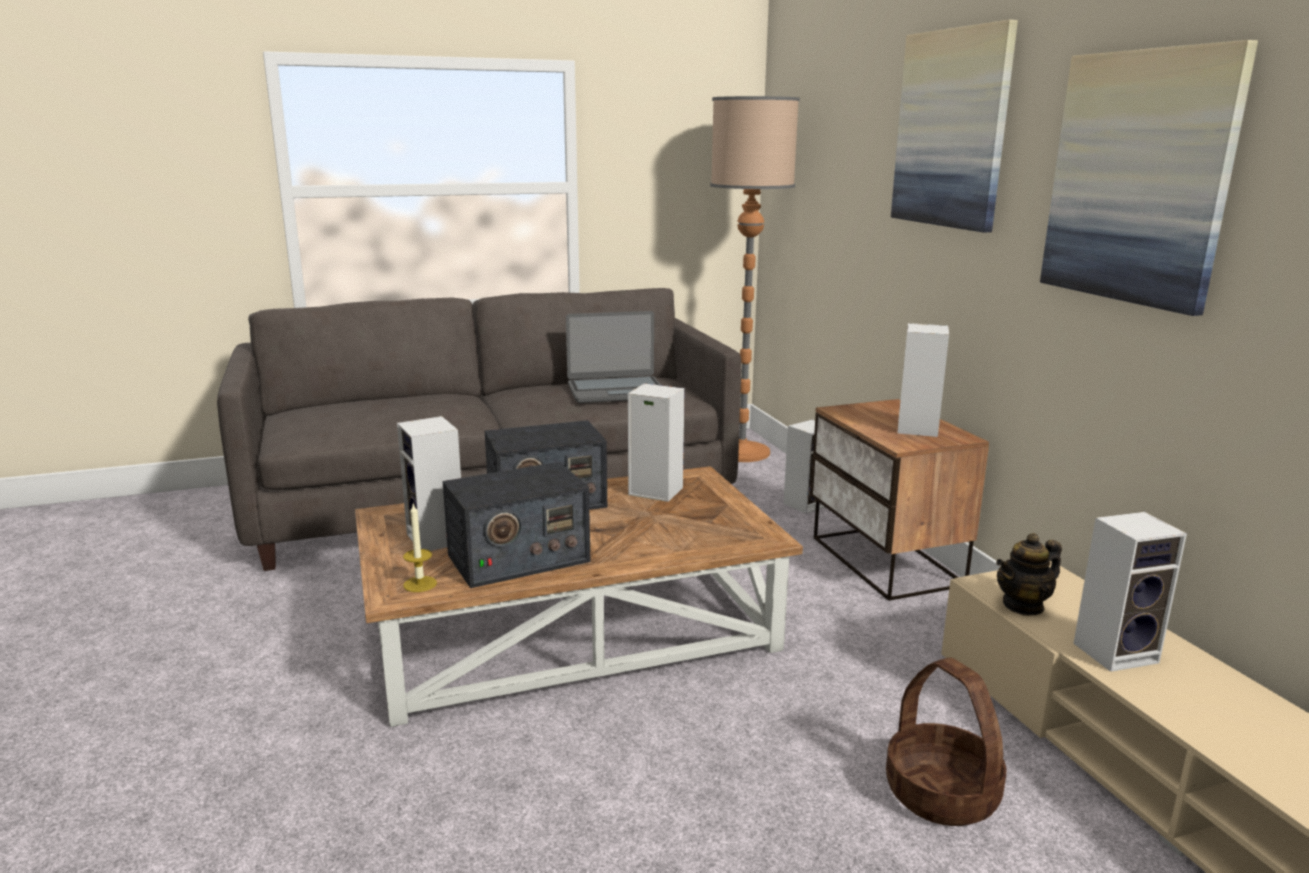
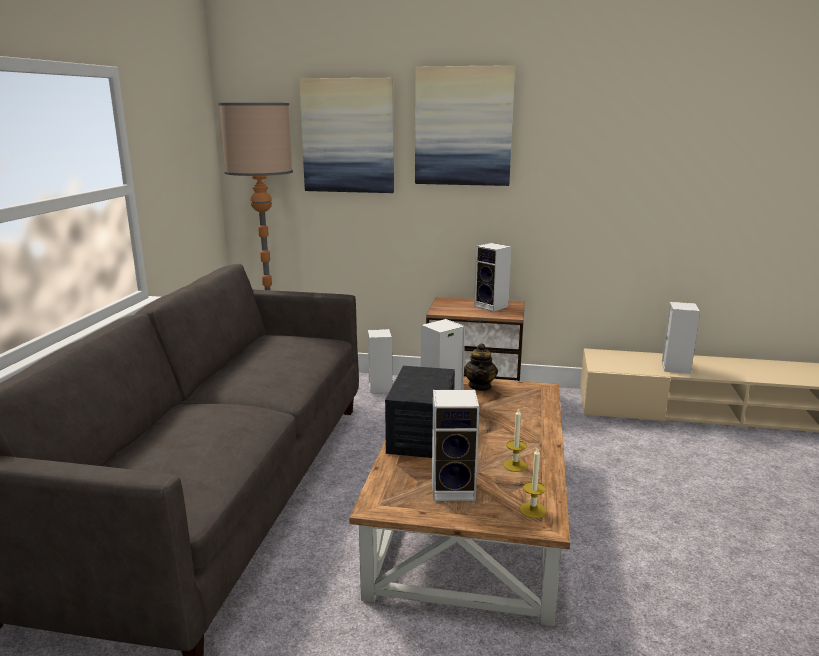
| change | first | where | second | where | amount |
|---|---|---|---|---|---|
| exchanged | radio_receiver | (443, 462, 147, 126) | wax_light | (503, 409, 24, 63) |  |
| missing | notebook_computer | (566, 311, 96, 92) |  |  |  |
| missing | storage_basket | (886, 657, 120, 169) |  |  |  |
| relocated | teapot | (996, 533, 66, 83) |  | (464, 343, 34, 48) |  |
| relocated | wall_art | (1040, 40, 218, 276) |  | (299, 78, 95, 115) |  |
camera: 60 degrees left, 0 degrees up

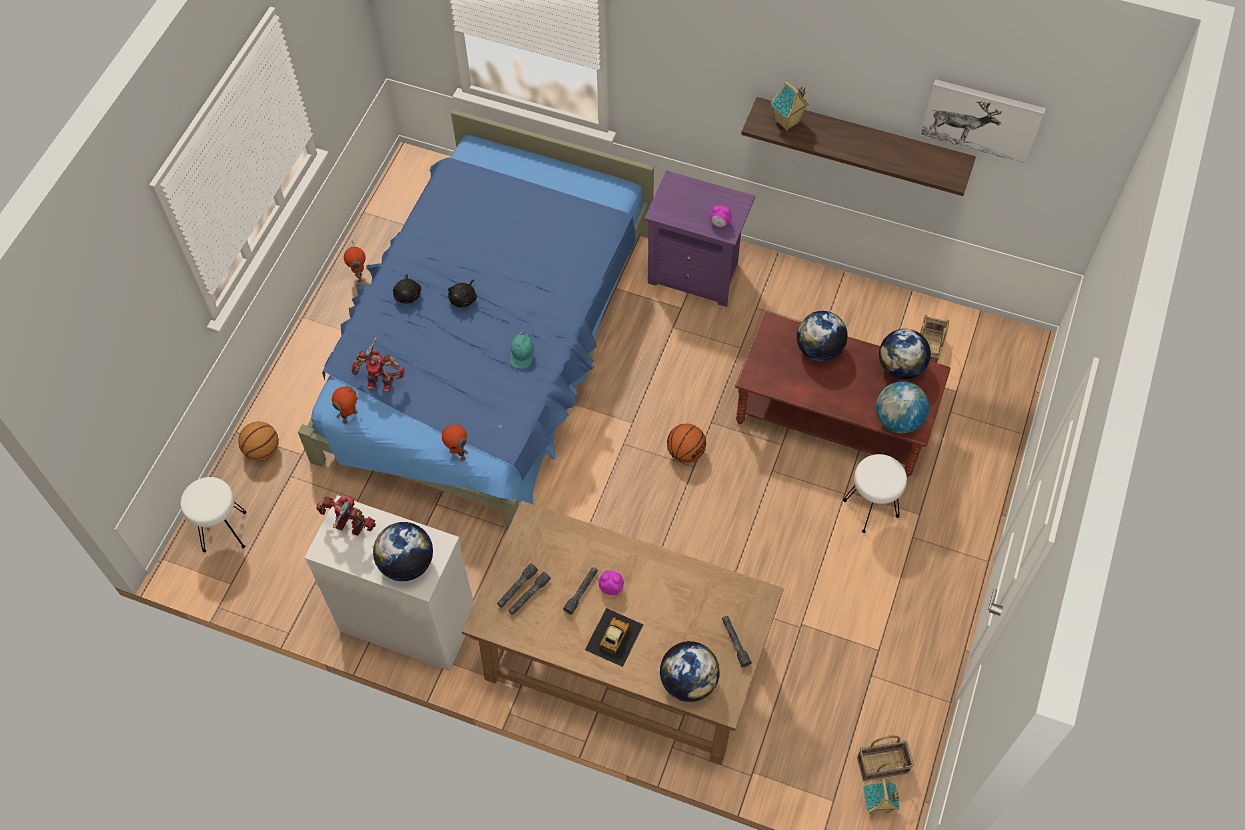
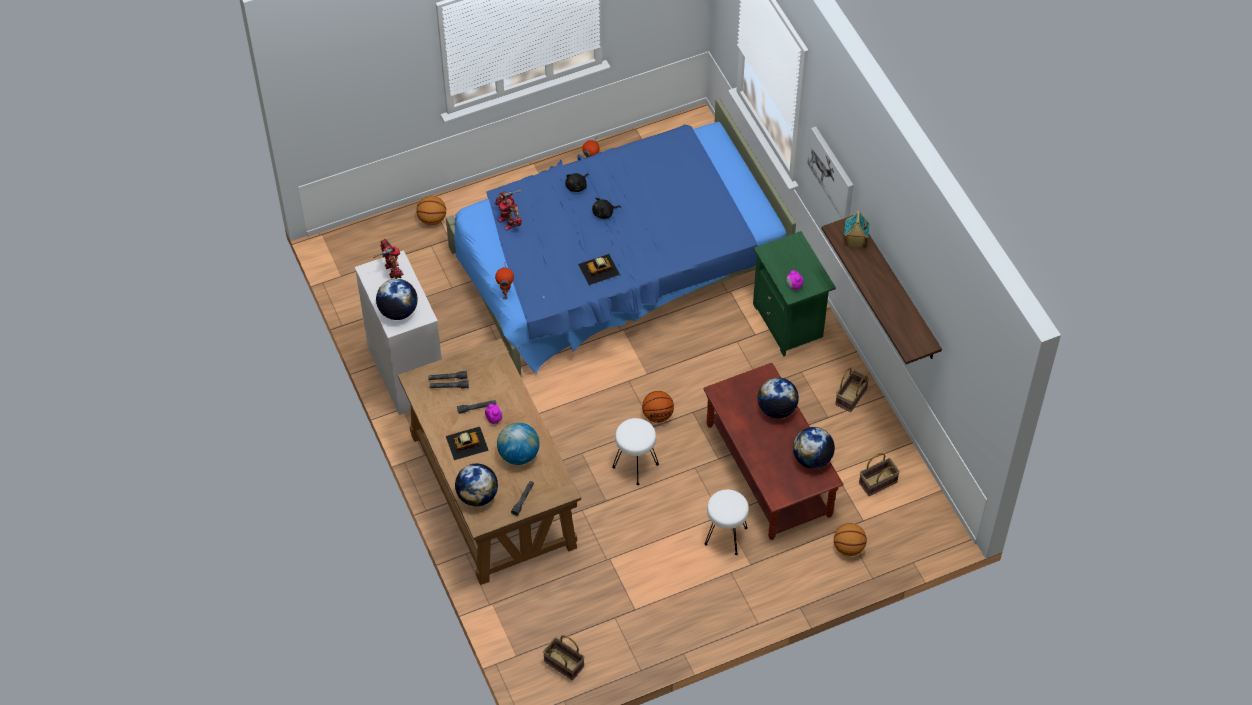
| change | first | where | second | where | amount |
|---|---|---|---|---|---|
| relocated | white-coloured_stool_seat | (180, 477, 67, 75) |  | (612, 418, 47, 67) |  |
| missing | toy_robot | (332, 383, 27, 41) |  |  |  |
| exchanged | turquoise_baseball_cap | (510, 328, 24, 41) | toy_car | (578, 254, 42, 31) |  |
| colour | purple_night_table | (644, 170, 111, 137) | green-coloured_night_table | (753, 231, 83, 125) |  |
| missing | miniature_house | (863, 778, 37, 36) |  |  |  |
| relocated | globe | (876, 381, 53, 52) |  | (497, 422, 43, 43) |  |
| relocated | wall_art | (921, 79, 125, 85) |  | (807, 127, 47, 92) |  |
| appeared |  |  | ball_for_basketball | (834, 523, 33, 33) |  |
| appeared |  |  | storage_basket | (836, 368, 33, 44) |  |
camera: 45 degrees right, 5 degrees down

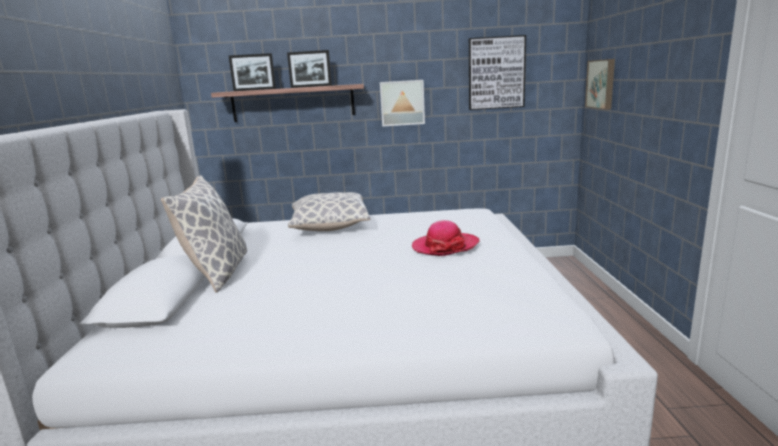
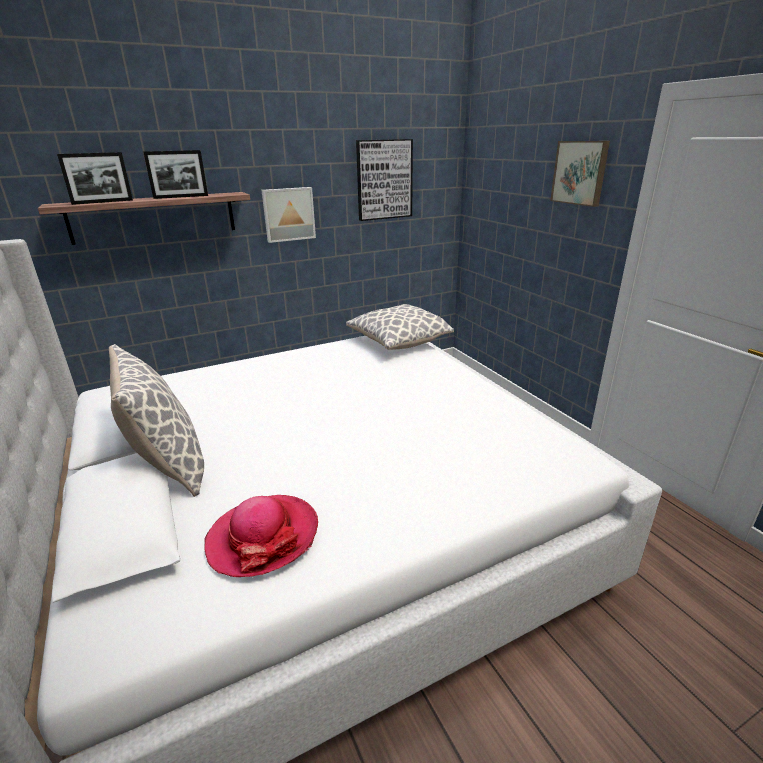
| change | first | where | second | where | amount |
|---|---|---|---|---|---|
| relocated | pillow | (288, 192, 82, 39) |  | (346, 304, 108, 46) |  |
| relocated | wearable_hat | (412, 220, 68, 36) |  | (204, 495, 114, 82) |  |
| relocated | wall_art | (585, 59, 30, 51) |  | (550, 141, 60, 66) |  |
camera: 25 degrees left, 10 degrees up

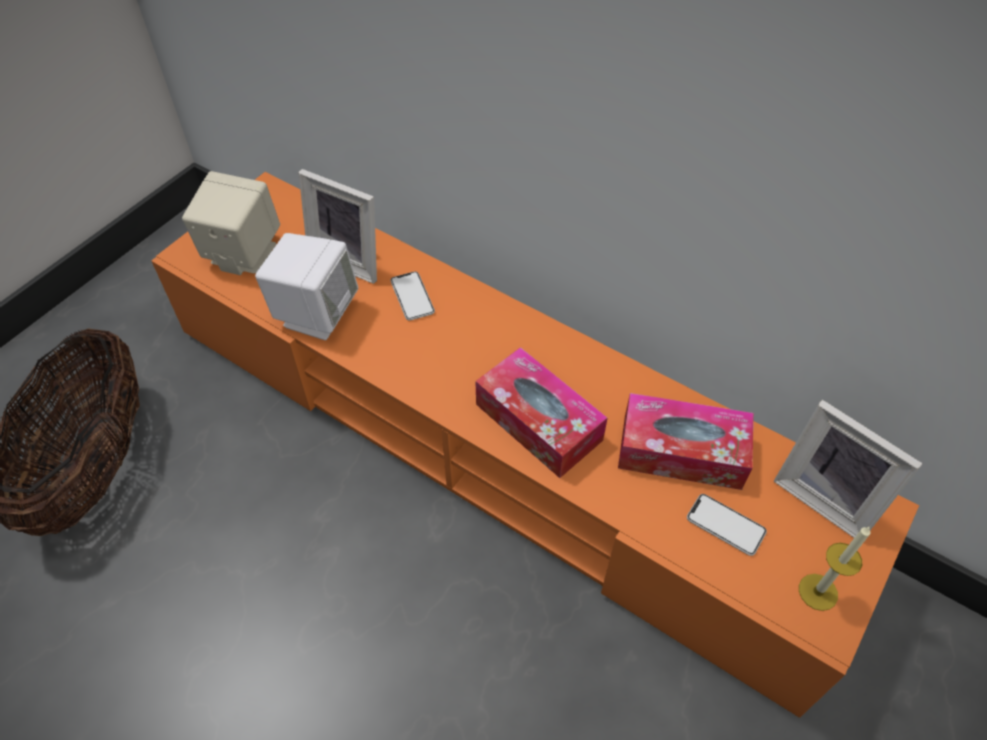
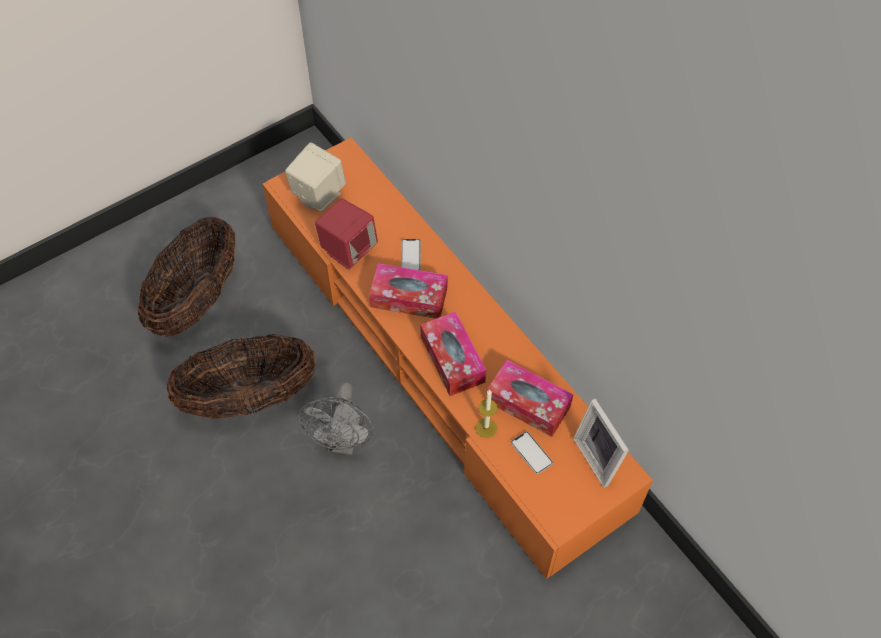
| change | first | where | second | where | amount |
|---|---|---|---|---|---|
| colour | white-coloured_audio_speaker | (255, 233, 103, 107) | red-coloured_audio_speaker | (315, 199, 63, 70) |  |
| missing | photo_frame | (299, 169, 78, 115) |  |  |  |
| relocated | wax_light | (799, 526, 71, 85) |  | (475, 389, 23, 49) |  |
| appeared |  |  | storage_basket | (167, 334, 149, 85) |  |
| appeared |  |  | gray_cooling_fan | (298, 382, 76, 73) |  |
| appeared |  |  | box_of_tissues | (369, 263, 79, 56) |  |
camera: 20 degrees right, 5 degrees up

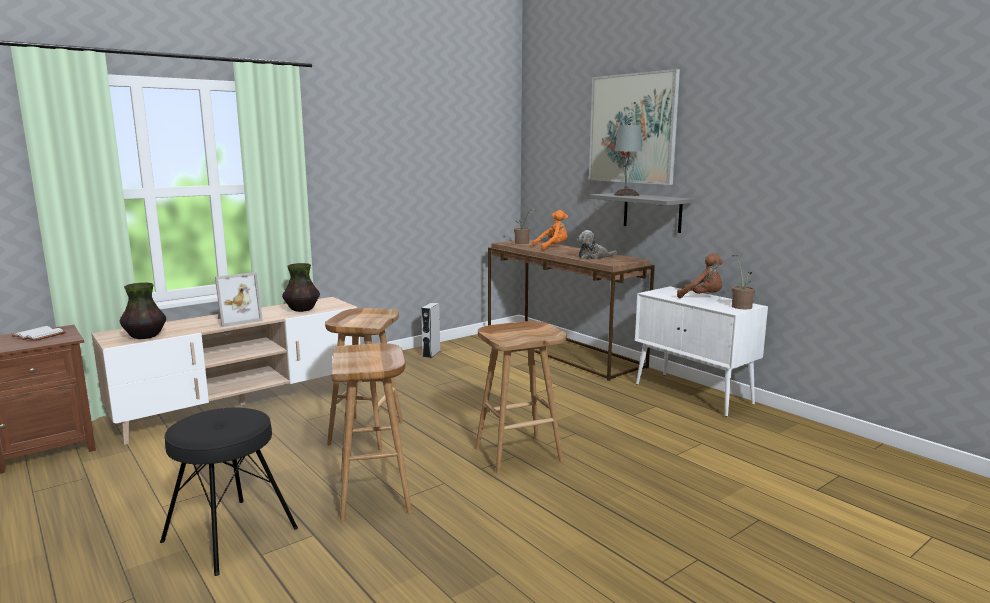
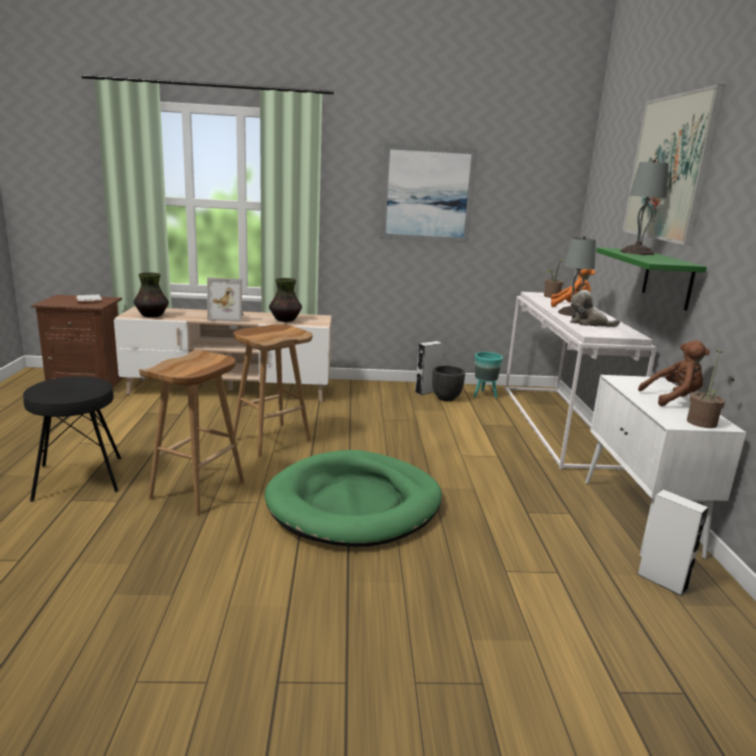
| change | first | where | second | where | amount |
|---|---|---|---|---|---|
| exchanged | brown_stool_seat | (475, 321, 92, 153) | green-coloured_dog_bed | (265, 450, 177, 97) |  |
| colour | brown_hall_table | (488, 239, 167, 142) | white-coloured_hall_table | (505, 292, 152, 178) |  |
| colour | gray_wall_shelf | (590, 193, 104, 40) | green-coloured_wall_shelf | (596, 248, 111, 62) |  |
| spun | brown_plush_toy | (677, 253, 46, 45) |  | (638, 340, 72, 66) | 75 degrees counterclockwise |
| appeared |  |  | wall_art | (380, 143, 98, 100) |  |
| appeared |  |  | blackish_planter | (432, 365, 33, 36) |  |
| appeared |  |  | turquoise_planter | (474, 352, 29, 46) |  |
| appeared |  |  | gray_lamp_for_a_table | (558, 236, 38, 80) |  |
| appeared |  |  | white-coloured_audio_speaker | (637, 490, 71, 106) |  |
camera: 35 degrees right, 5 degrees up

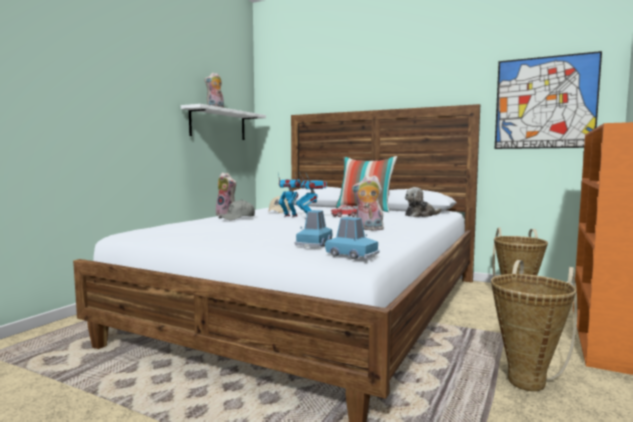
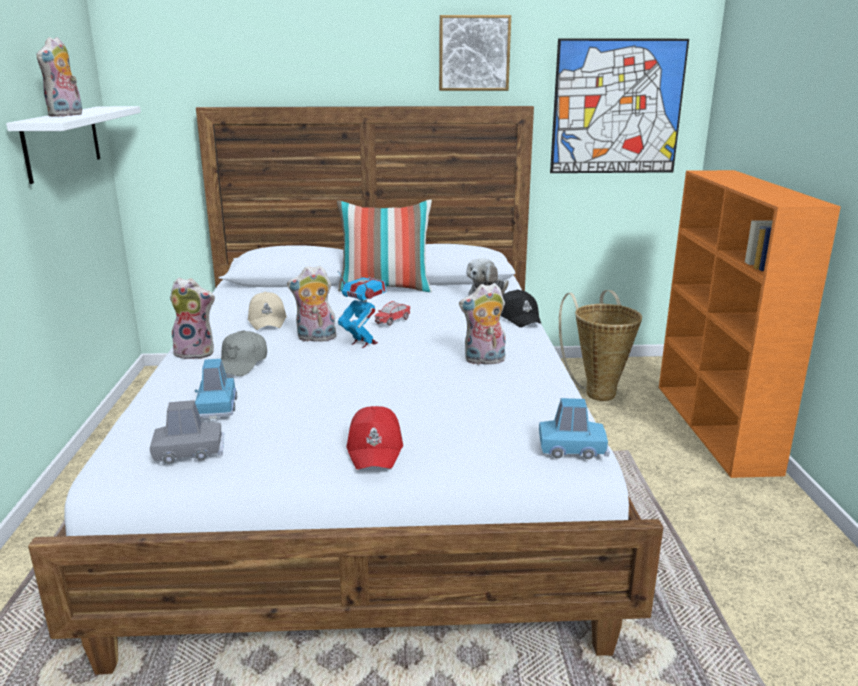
| change | first | where | second | where | amount |
|---|---|---|---|---|---|
| exchanged | toy_robot | (278, 174, 23, 43) | plush_toy | (287, 265, 49, 77) |  |
| relocated | bluish_toy_car | (295, 210, 37, 37) |  | (195, 359, 42, 61) |  |
| missing | storage_basket | (491, 260, 86, 131) |  |  |  |
| appeared |  |  | gray_toy_car | (150, 400, 74, 64) |  |
| appeared |  |  | red-coloured_baseball_cap | (346, 406, 57, 64) |  |
| appeared |  |  | wall_art | (439, 15, 72, 76) |  |
| appeared |  |  | blackish_baseball_cap | (500, 289, 42, 38) |  |
camera: 30 degrees left, 15 degrees up

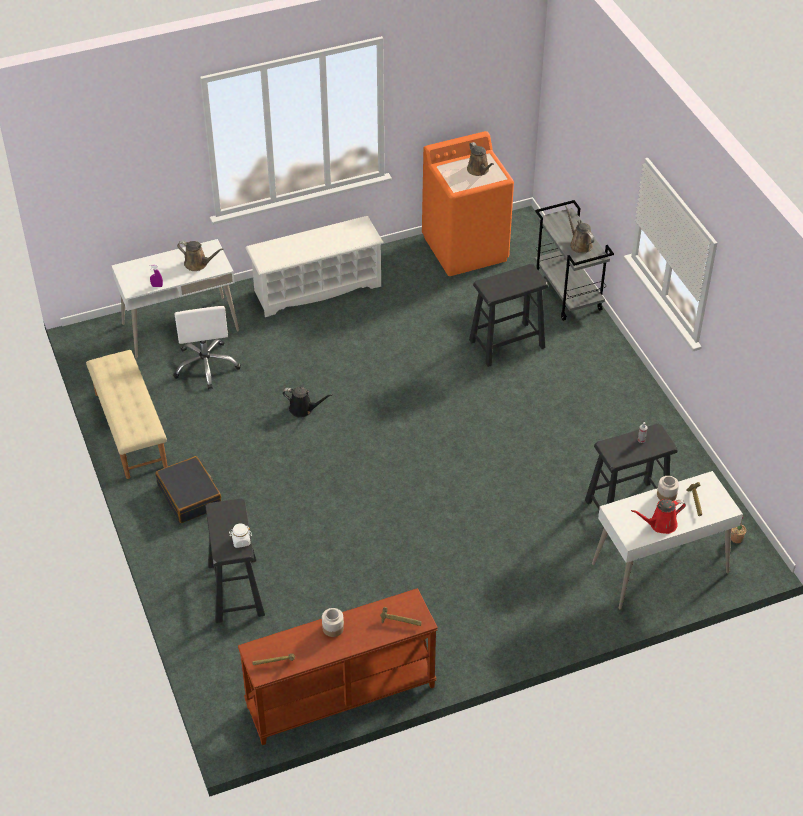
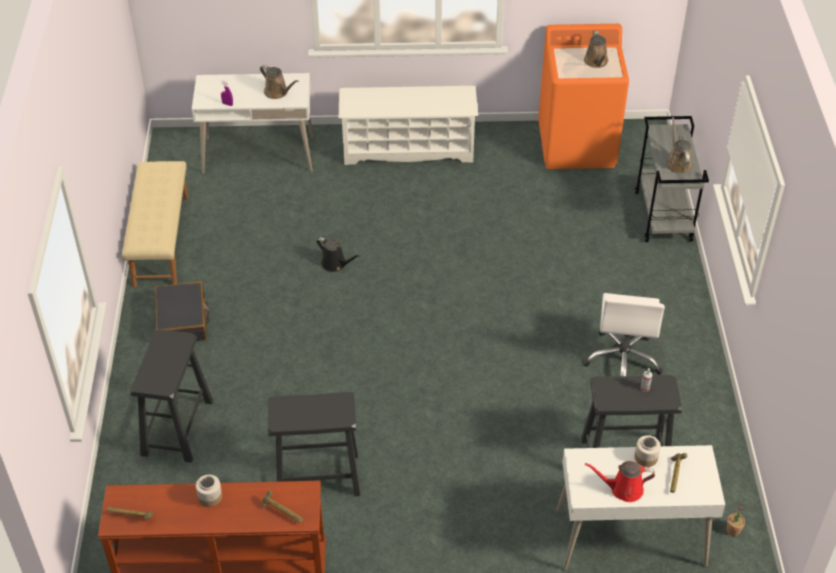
| change | first | where | second | where | amount |
|---|---|---|---|---|---|
| relocated | white-coloured_office_chair | (173, 306, 68, 83) |  | (583, 293, 82, 83) |  |
| missing | white-coloured_preserve_jar | (229, 524, 23, 24) |  |  |  |
| relocated | blackish_stool_seat | (469, 264, 80, 103) |  | (268, 392, 92, 104) |  |
camera: 20 degrees right, 0 degrees up

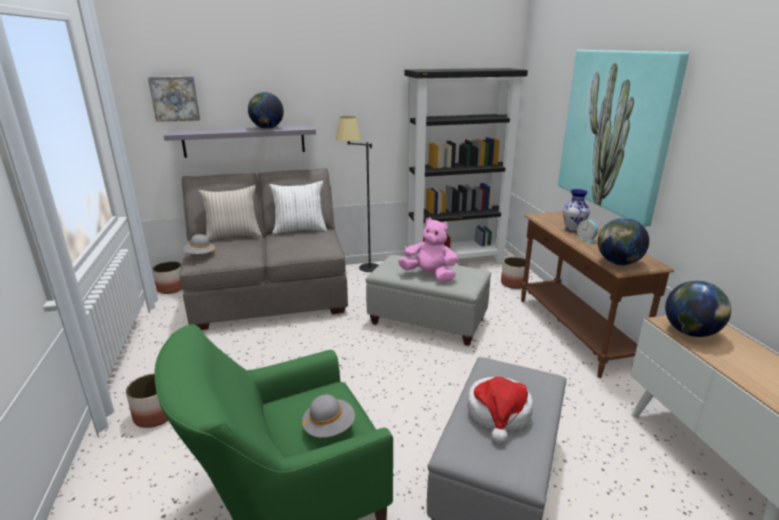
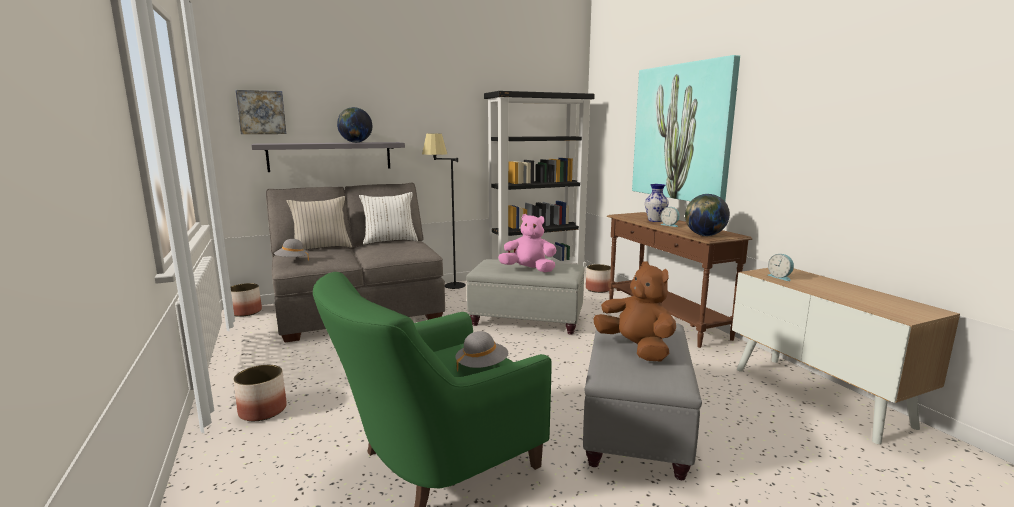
| change | first | where | second | where | amount |
|---|---|---|---|---|---|
| exchanged | wearable_hat | (467, 377, 66, 67) | brown_plush_toy | (594, 261, 82, 101) |  |
| exchanged | globe | (665, 281, 66, 56) | bedside_clock | (767, 254, 27, 27) |  |
camera: 10 degrees left, 10 degrees down

